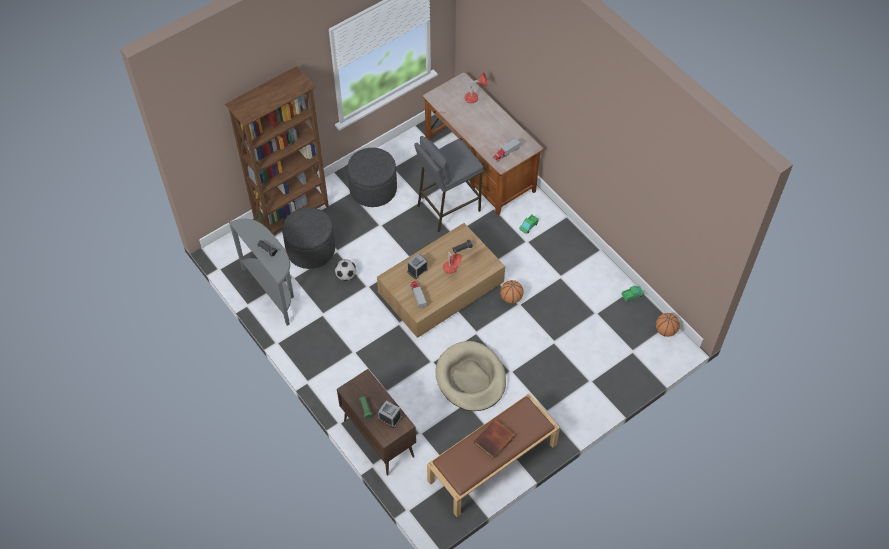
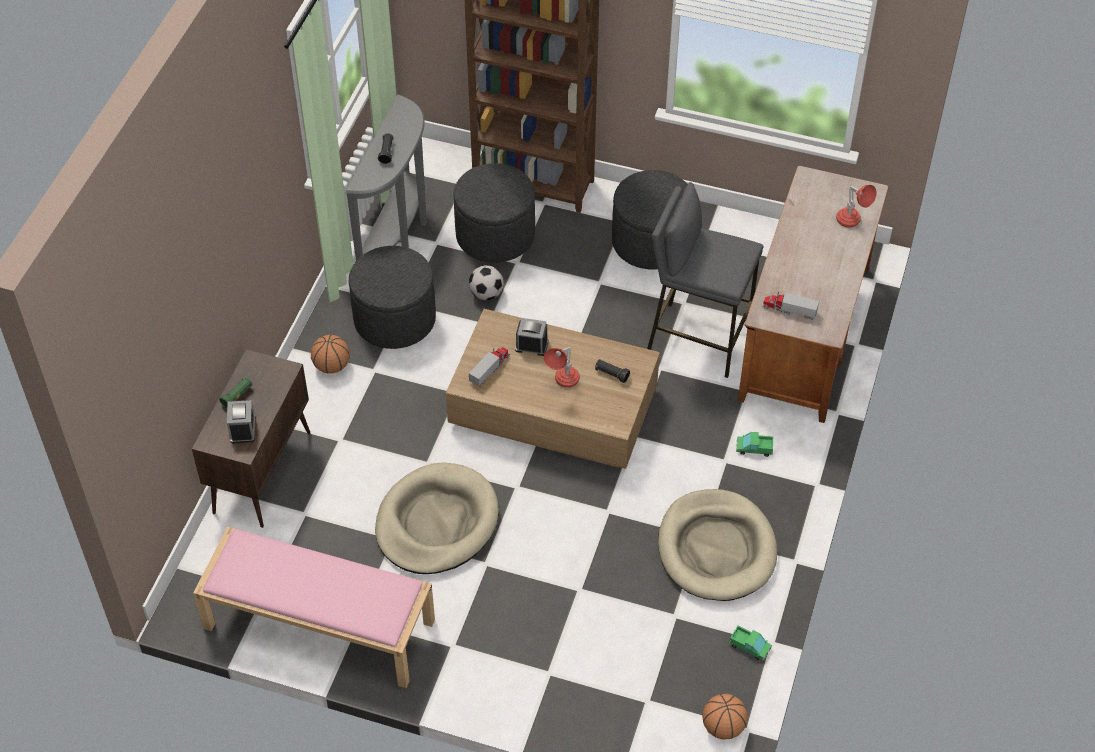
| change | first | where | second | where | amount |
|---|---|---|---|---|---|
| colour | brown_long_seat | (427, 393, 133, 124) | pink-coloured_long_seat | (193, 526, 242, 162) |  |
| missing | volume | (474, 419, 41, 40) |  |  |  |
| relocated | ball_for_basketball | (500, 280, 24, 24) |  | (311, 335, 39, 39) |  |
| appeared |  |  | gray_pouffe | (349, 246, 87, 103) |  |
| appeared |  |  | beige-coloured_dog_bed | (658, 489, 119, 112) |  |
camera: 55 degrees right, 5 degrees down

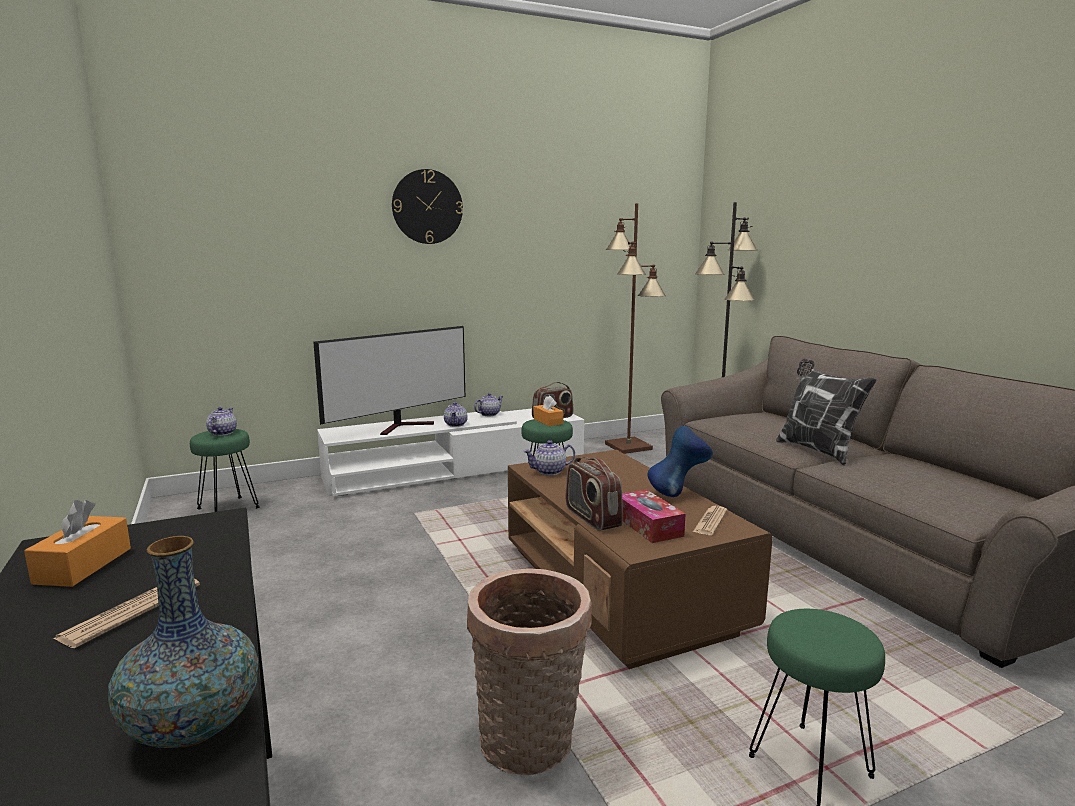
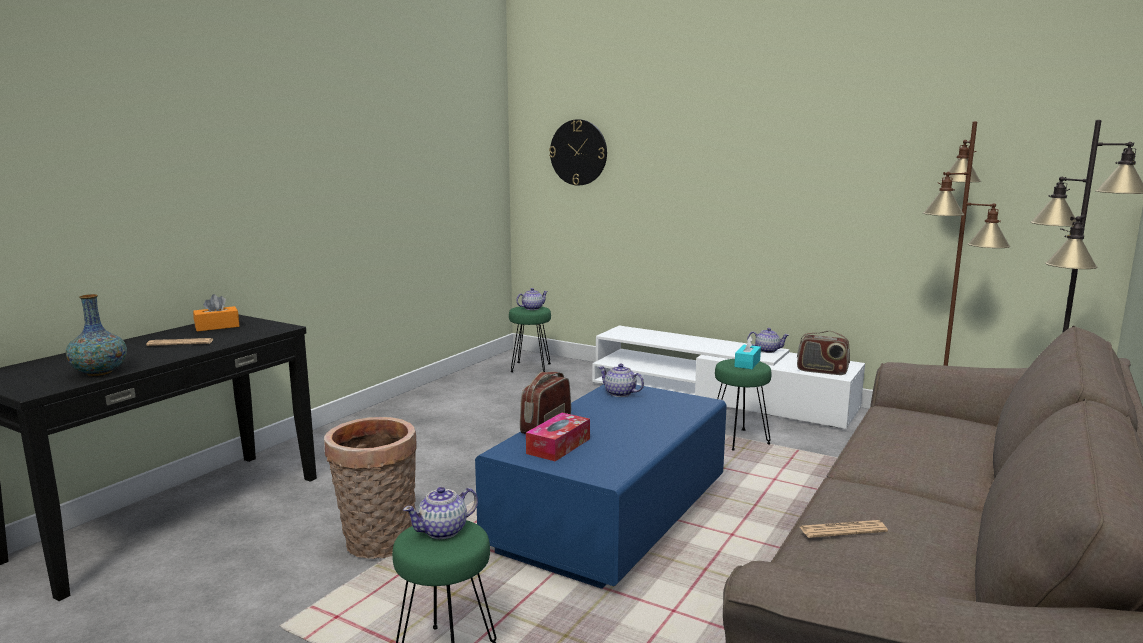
| change | first | where | second | where | amount |
|---|---|---|---|---|---|
| missing | TV | (313, 326, 152, 109) |  |  |  |
| relocated | wall_clock | (392, 169, 71, 75) |  | (549, 119, 58, 67) |  |
| relocated | teapot | (444, 402, 24, 25) |  | (403, 487, 75, 52) |  |
| colour | brown_coffee_table | (508, 450, 265, 219) | bluish_coffee_table | (475, 384, 252, 205) |  |
| colour | orange-coloured_box_of_tissues | (534, 395, 29, 31) | turquoise_box_of_tissues | (734, 336, 27, 33) |  |
| missing | bluish_flower_vase | (648, 426, 65, 71) |  |  |  |
| relocated | newspaper | (693, 506, 34, 29) |  | (800, 520, 88, 18) |  |
| missing | pillow | (776, 359, 101, 107) |  |  |  |
camera: 55 degrees right, 0 degrees up

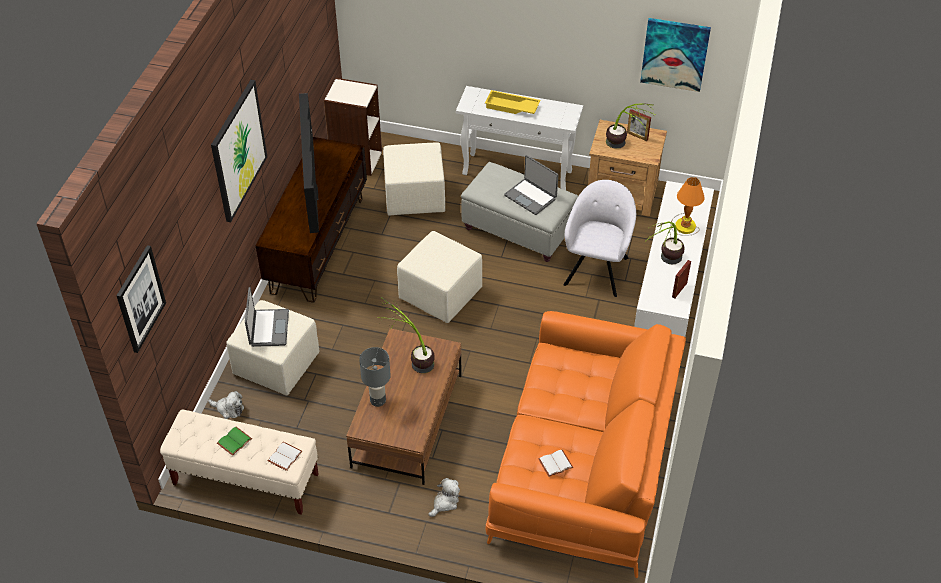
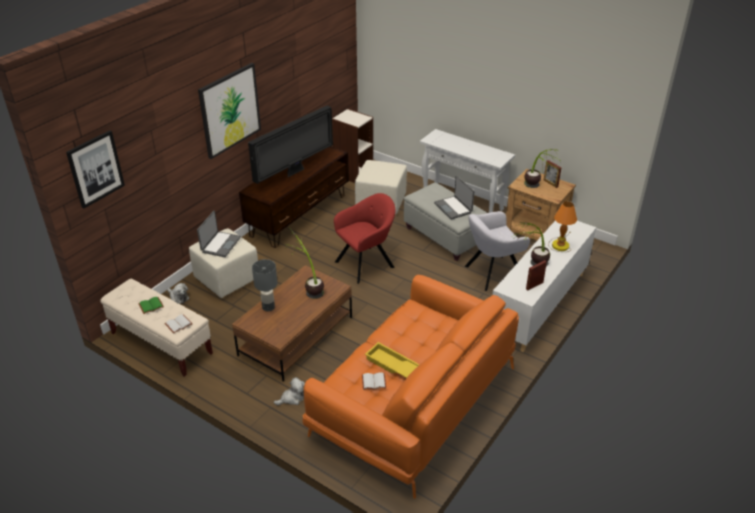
| change | first | where | second | where | amount |
|---|---|---|---|---|---|
| spun | TV | (299, 93, 20, 140) |  | (248, 105, 85, 79) | 150 degrees counterclockwise |
| exchanged | beige-coloured_pouffe | (397, 231, 85, 92) | red-coloured_easy_chair | (334, 193, 61, 91) |  |
| relocated | yellow-coloured_tray | (485, 90, 55, 24) |  | (365, 342, 55, 36) |  |
| spun | gray_easy_chair | (563, 180, 73, 117) |  | (465, 211, 65, 80) | 150 degrees counterclockwise |
| missing | wall_art | (640, 18, 71, 74) |  |  |  |
camera: 20 degrees right, 10 degrees down

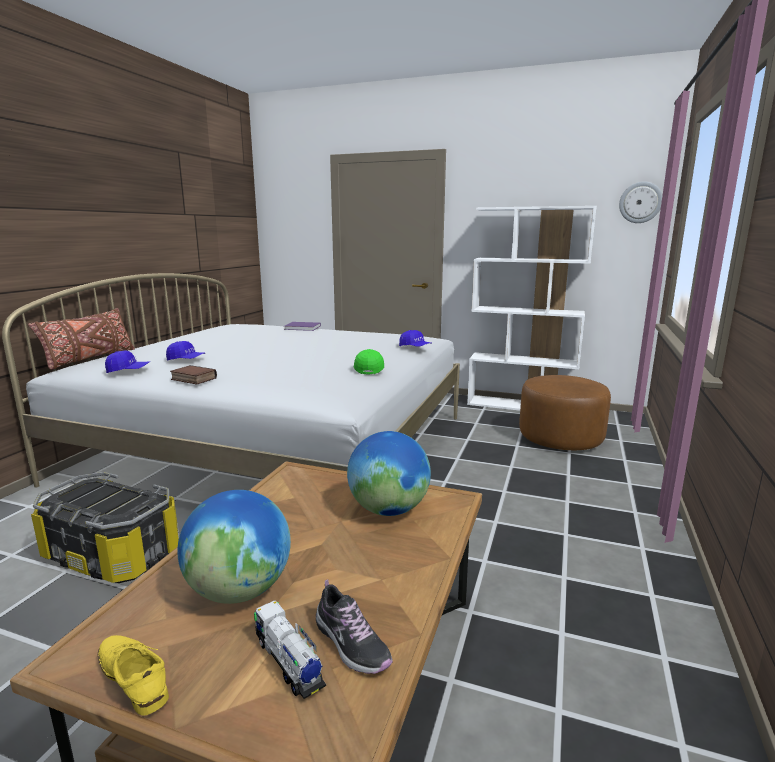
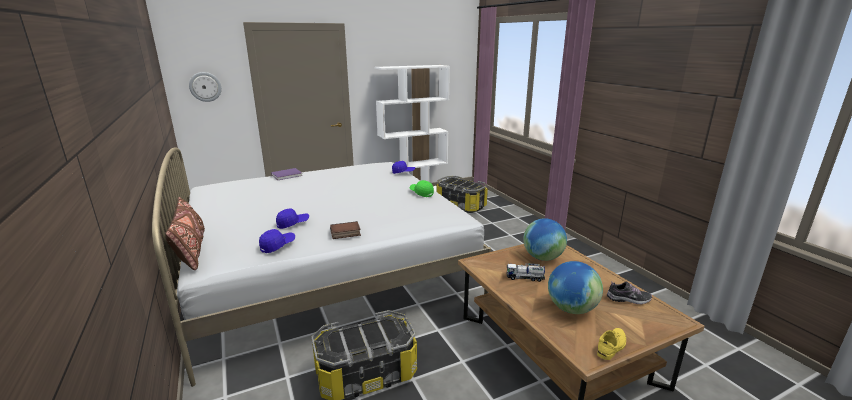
| change | first | where | second | where | amount |
|---|---|---|---|---|---|
| spun | yellow-coloured_low_shoe | (98, 635, 71, 81) |  | (597, 328, 29, 32) | 135 degrees clockwise |
| relocated | model_truck | (254, 600, 72, 99) |  | (507, 263, 38, 19) |  |
| exchanged | brown_pouffe | (519, 375, 92, 75) | storage_container | (436, 176, 52, 37) |  |
| relocated | wall_clock | (619, 182, 43, 41) |  | (189, 72, 33, 30) |  |
camera: 45 degrees left, 5 degrees up

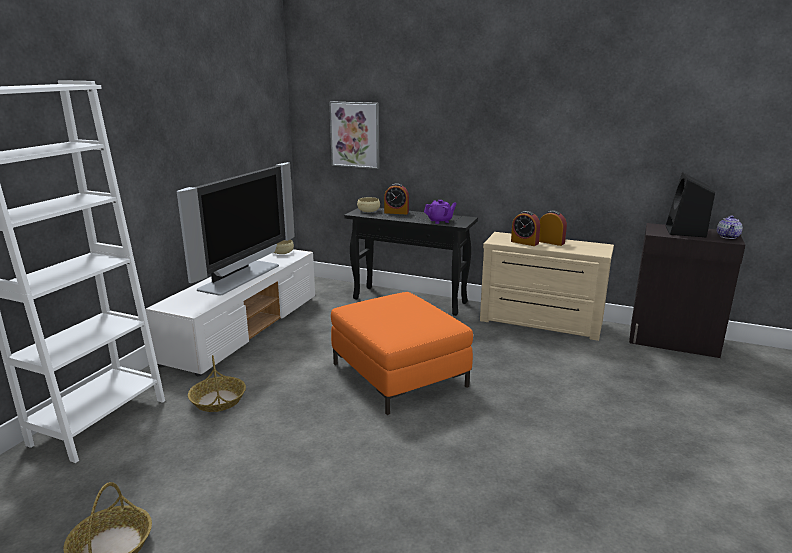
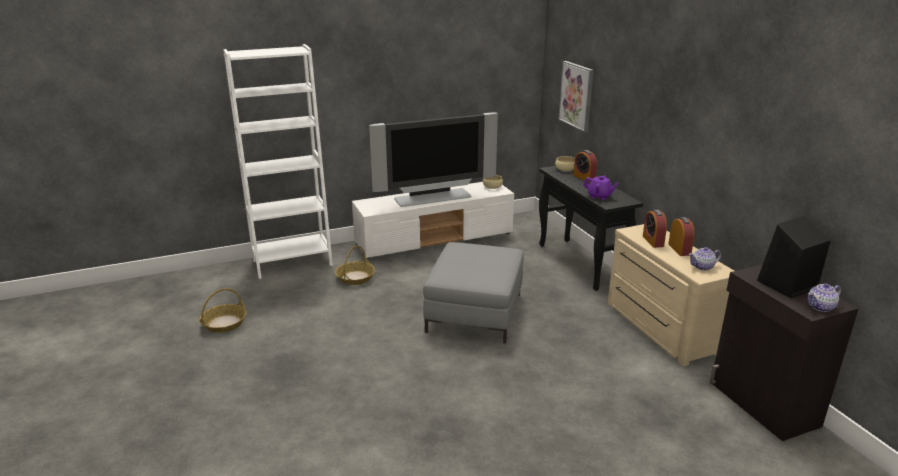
| change | first | where | second | where | amount |
|---|---|---|---|---|---|
| colour | orange-coloured_pouffe | (331, 292, 142, 123) | gray_pouffe | (423, 242, 101, 102) |  |
| appeared |  |  | teapot | (688, 247, 33, 24) |  |
camera: 45 degrees right, 5 degrees up

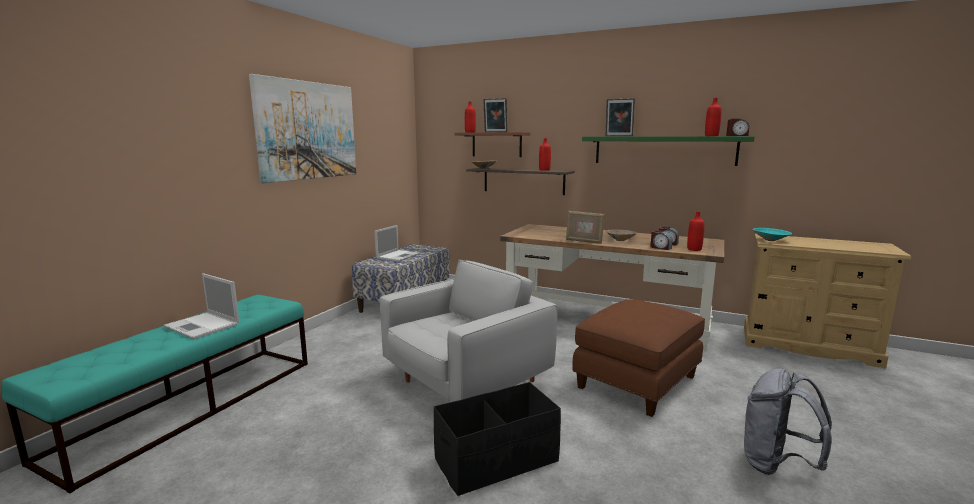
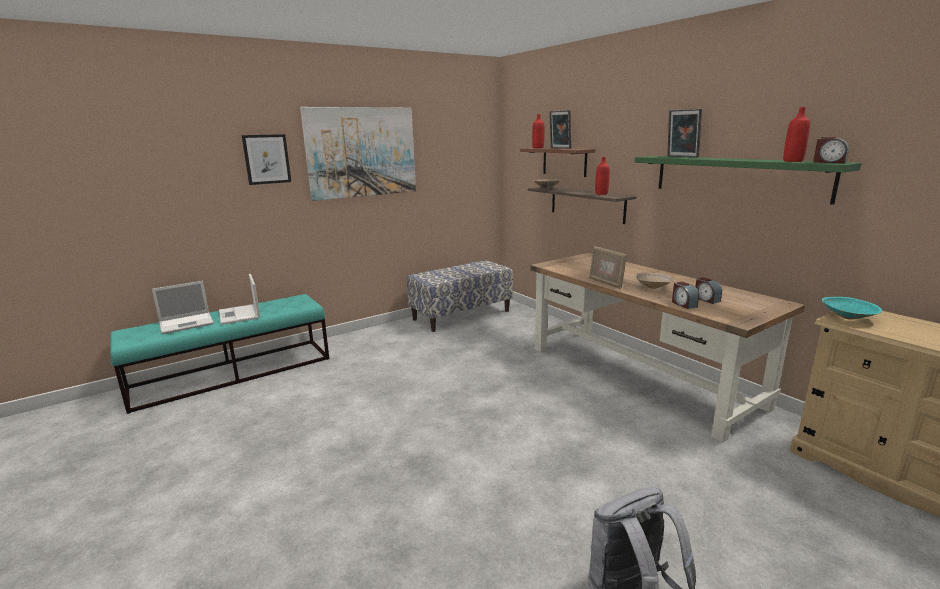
| change | first | where | second | where | amount |
|---|---|---|---|---|---|
| relocated | notebook_computer | (374, 225, 46, 37) |  | (152, 281, 62, 53) |  |
| missing | white-coloured_easy_chair | (380, 260, 177, 142) |  |  |  |
| missing | blackish_storage_container | (434, 382, 127, 114) |  |  |  |
| missing | brown_pouffe | (573, 299, 132, 118) |  |  |  |
| missing | red-coloured_bottle | (687, 211, 18, 40) |  |  |  |
| appeared |  |  | wall_art | (242, 134, 49, 51) |  |
camera: 30 degrees right, 5 degrees up

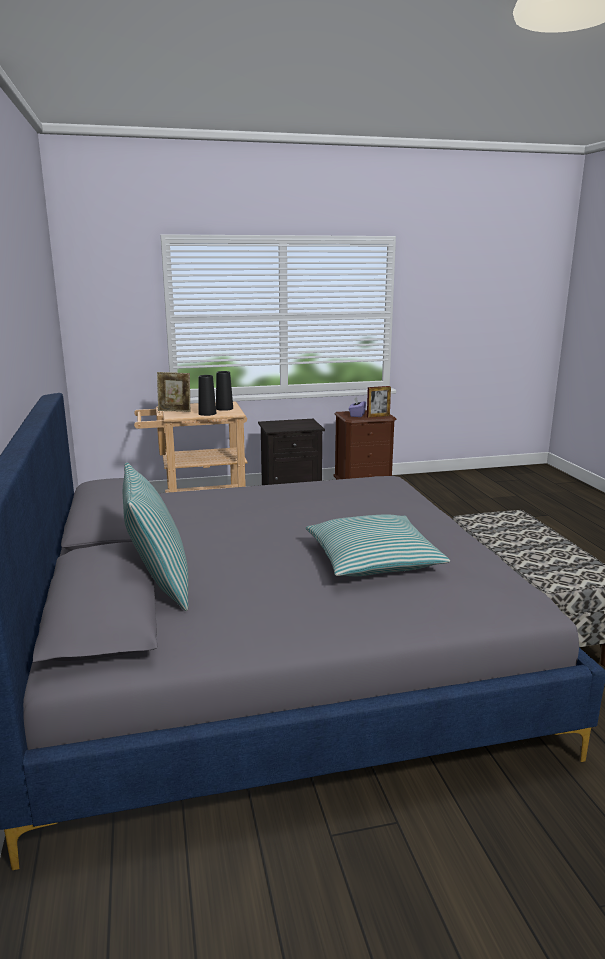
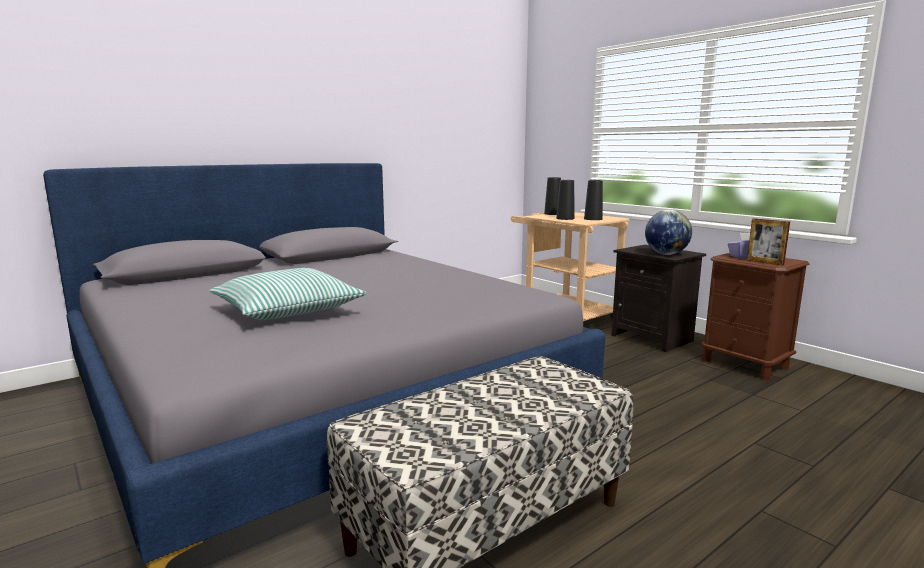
| change | first | where | second | where | amount |
|---|---|---|---|---|---|
| missing | pillow | (123, 462, 66, 149) |  |  |  |
| exchanged | photo_frame | (157, 372, 33, 40) | blackish_flower_vase | (544, 177, 17, 38) |  |
| appeared |  |  | globe | (645, 210, 47, 45) |  |
camera: 65 degrees right, 5 degrees down

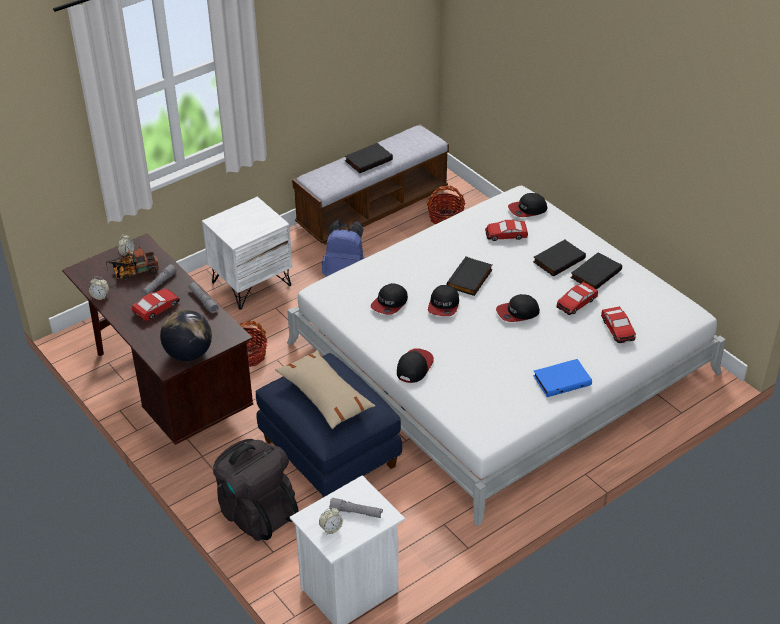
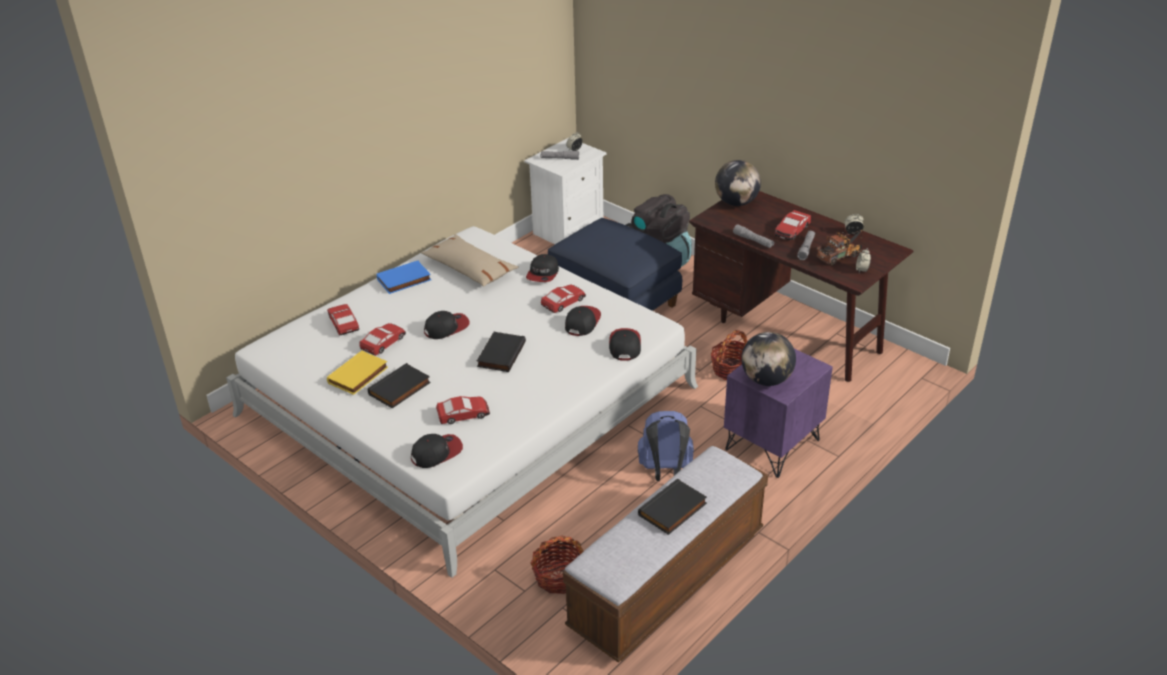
| change | first | where | second | where | amount |
|---|---|---|---|---|---|
| colour | white-coloured_night_table | (202, 197, 90, 113) | purple_night_table | (724, 349, 109, 129) |  |
| relocated | beige-coloured_pillow | (275, 350, 100, 79) |  | (421, 234, 98, 52) |  |
| relocated | baseball_cap | (428, 285, 31, 31) |  | (609, 328, 32, 33) |  |
| colour | blackish_volume | (570, 252, 52, 38) | yellow-coloured_volume | (327, 351, 61, 44) |  |
| appeared |  |  | toy_car | (541, 284, 45, 29) |  |
| appeared |  |  | globe | (741, 332, 55, 54) |  |
camera: 170 degrees right, 5 degrees down

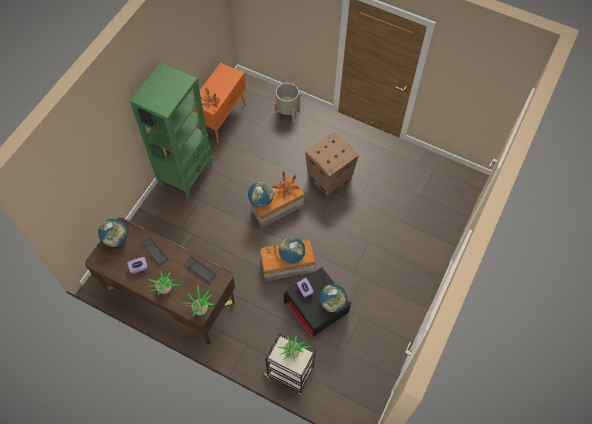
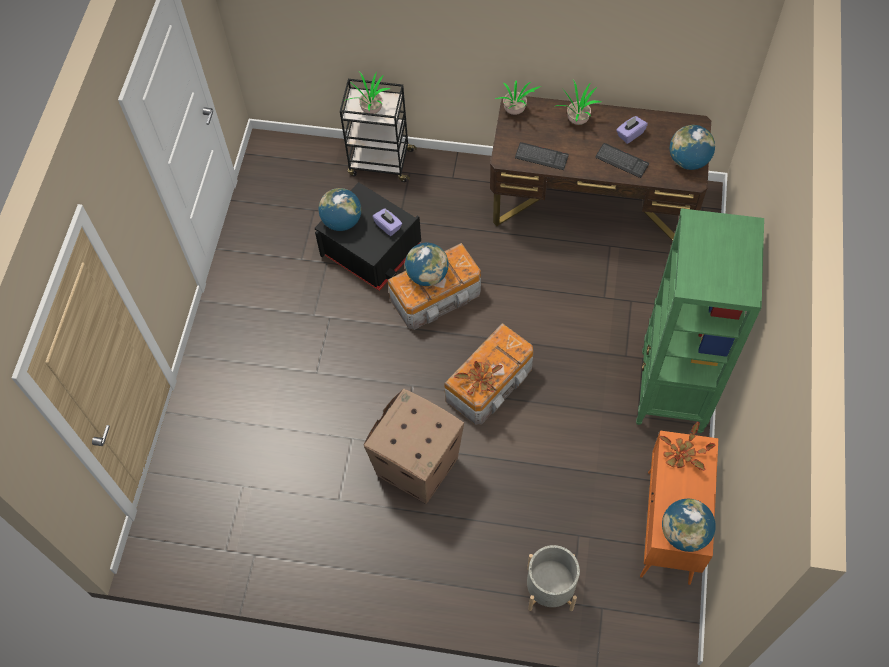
| change | first | where | second | where | amount |
|---|---|---|---|---|---|
| relocated | globe | (248, 182, 25, 25) |  | (662, 499, 54, 53) |  |
camera: 165 degrees right, 0 degrees up

